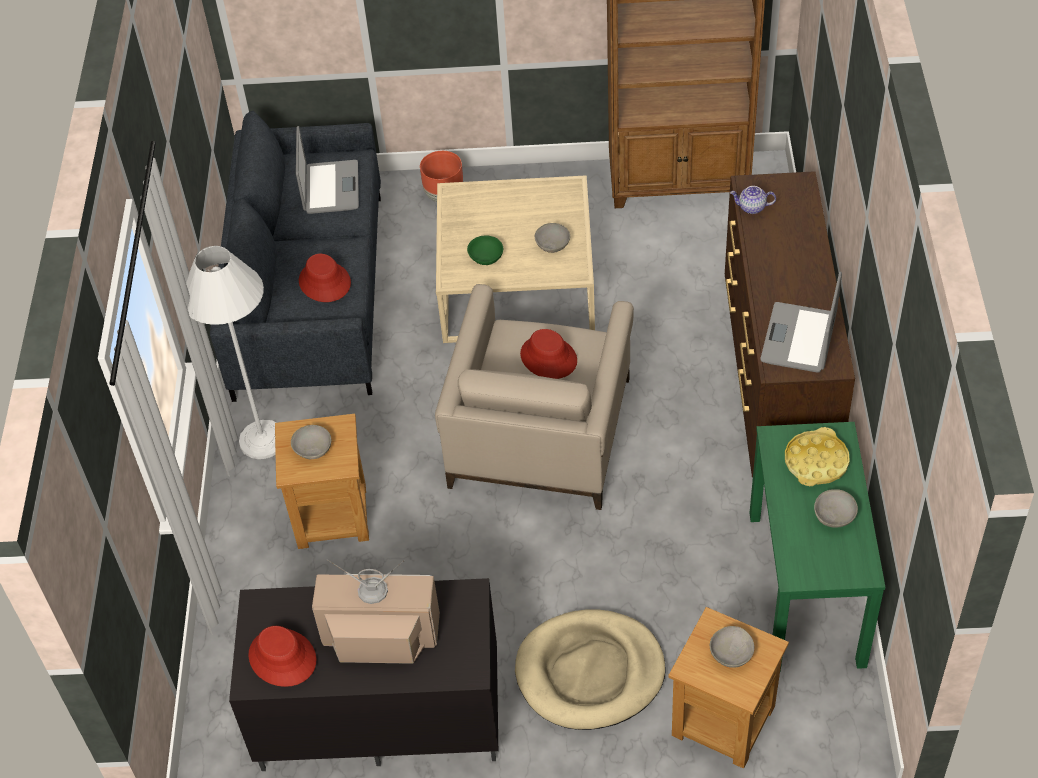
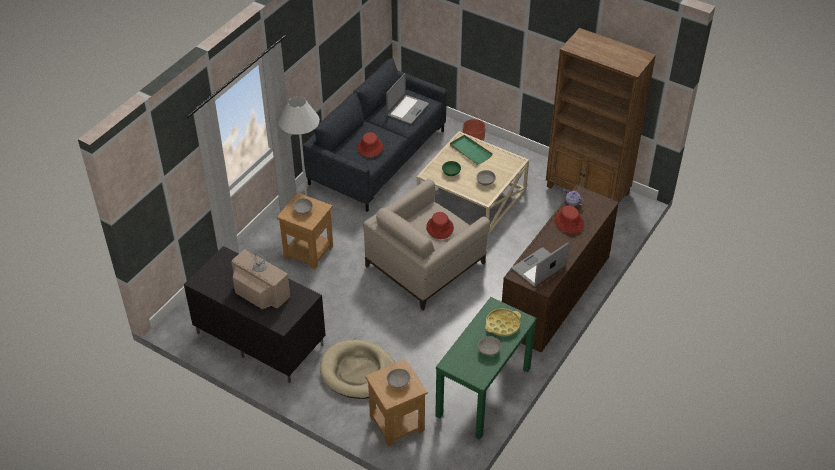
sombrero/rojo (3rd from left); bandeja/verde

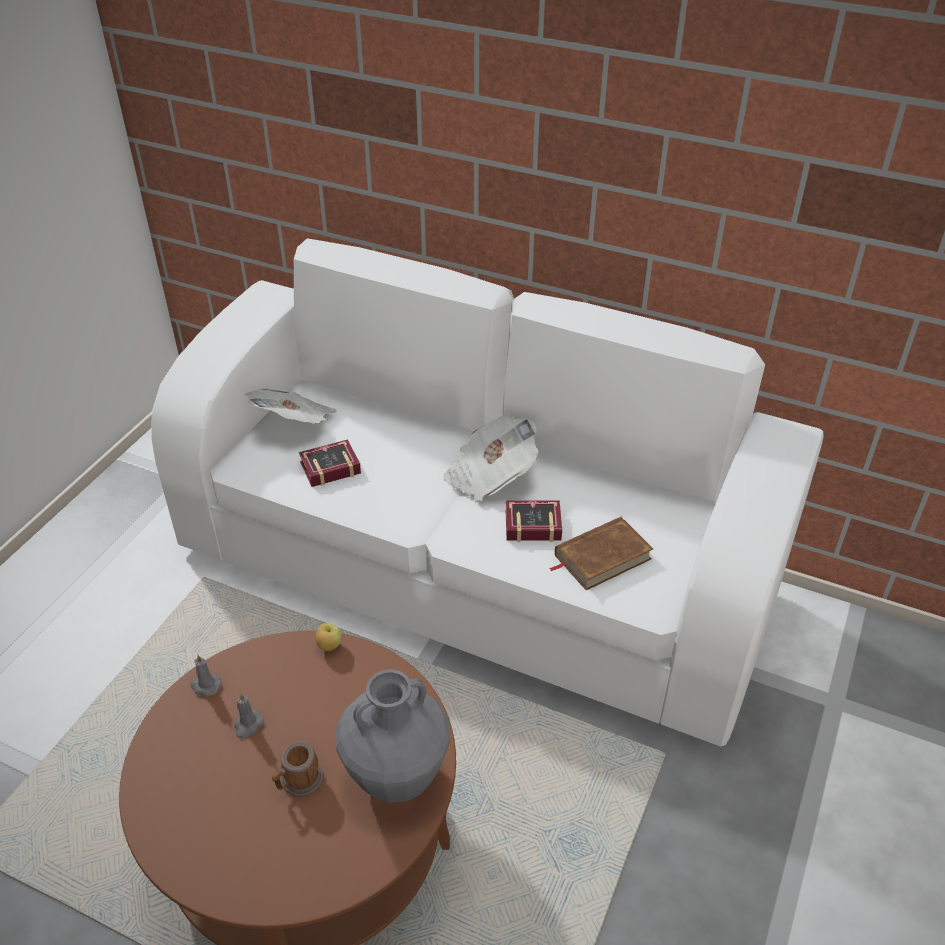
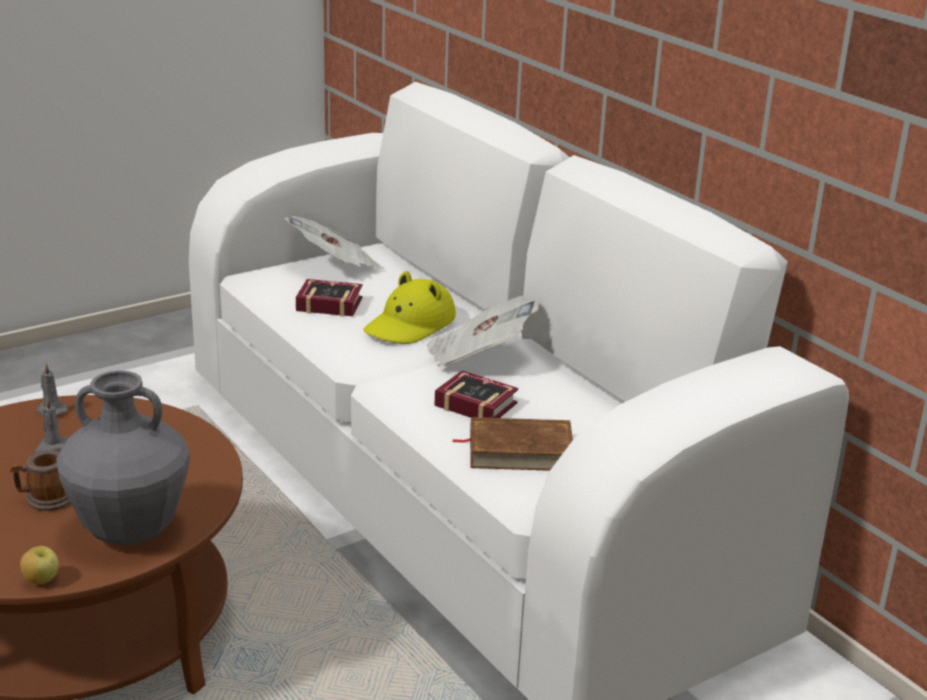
manzana; sombrero/amarillo

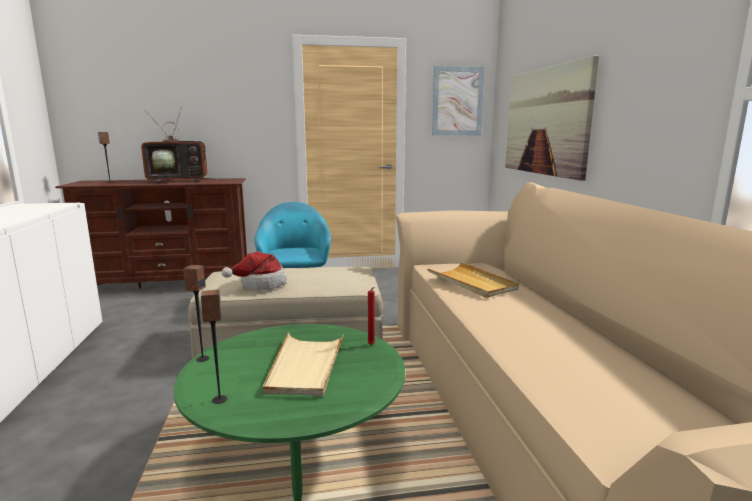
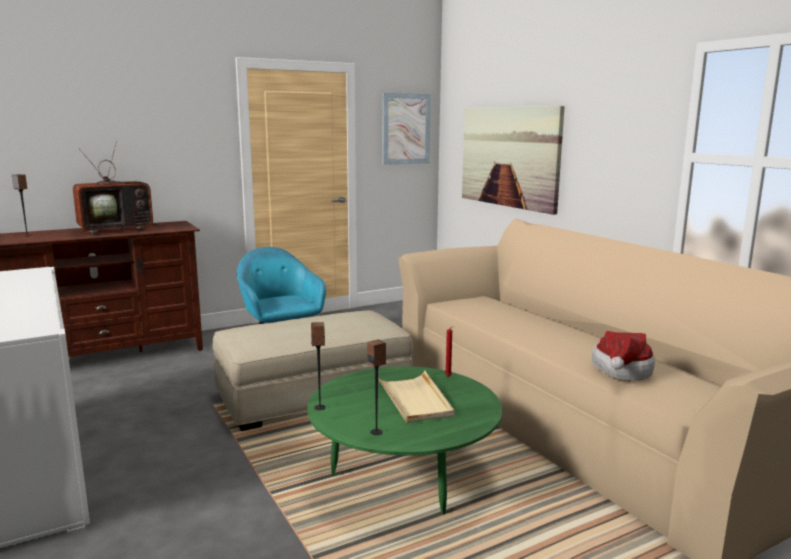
sombrero; bandeja/beis (2nd from left in the first image)

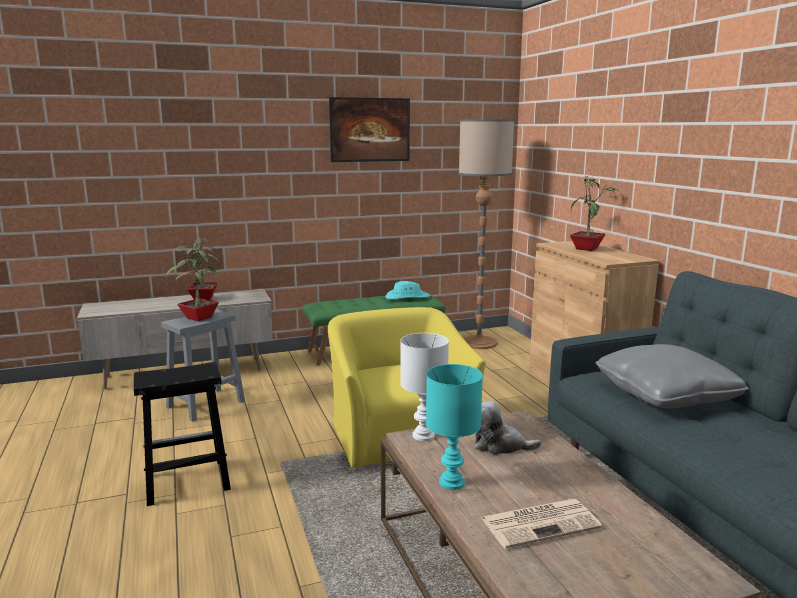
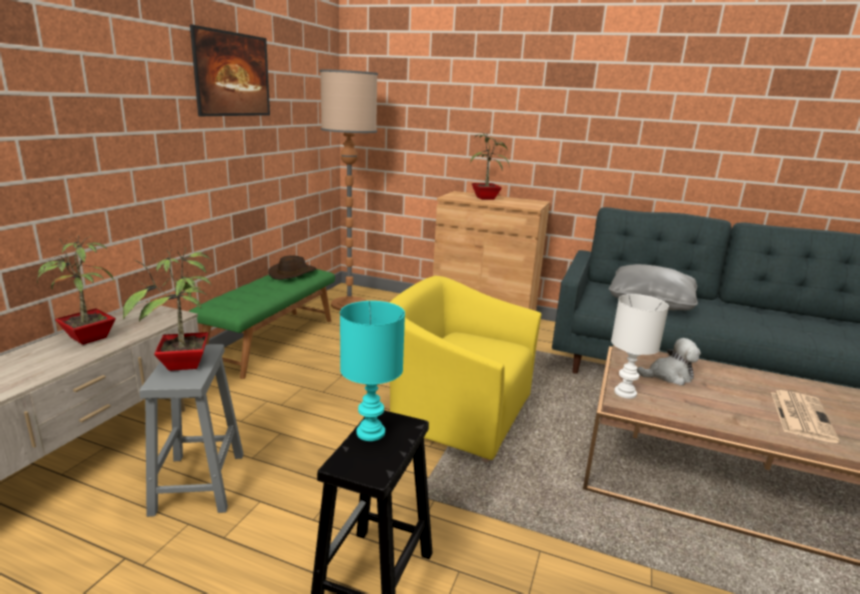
sombrero/marrón; lámpara de mesa/turquesa; peluche

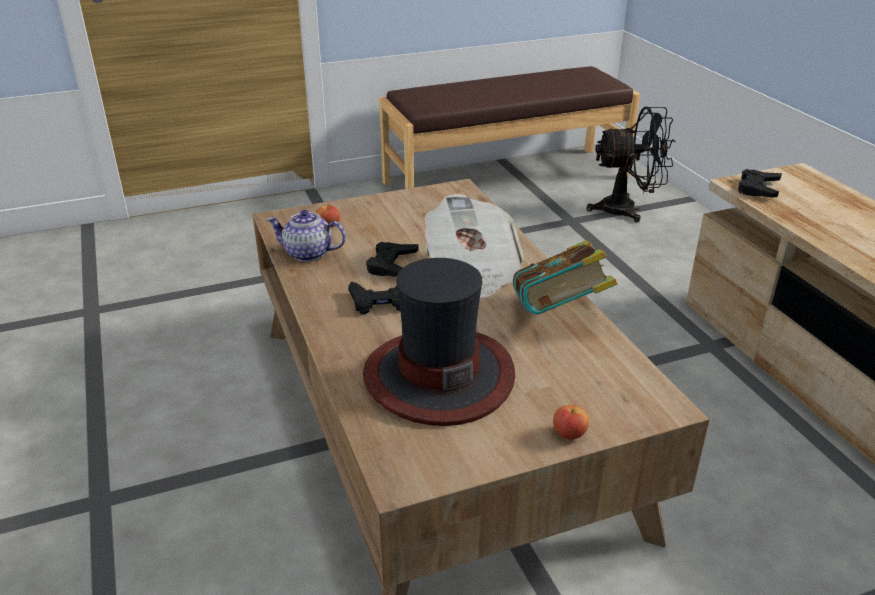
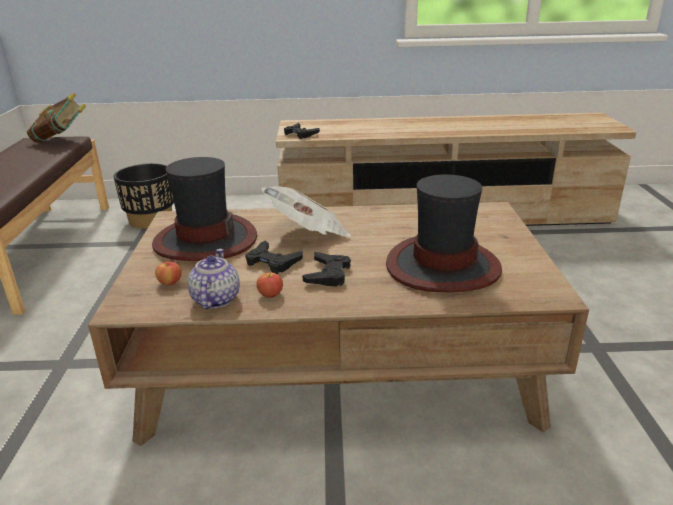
maceta/negro; tetera; libro; manzana (2nd from left); sombrero (1st from left)

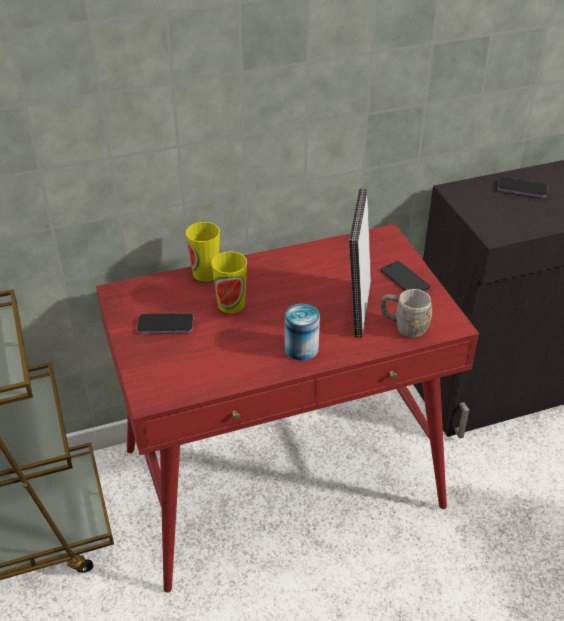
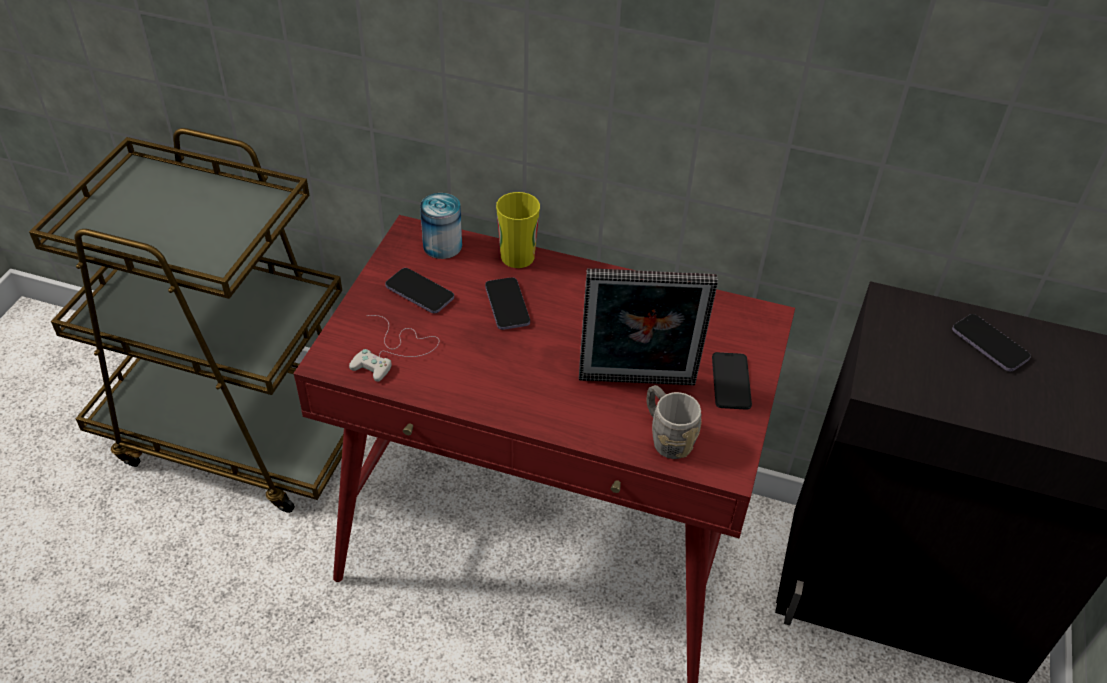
portarretratos; móvil (2nd from left); lata; mando de consola/blanco

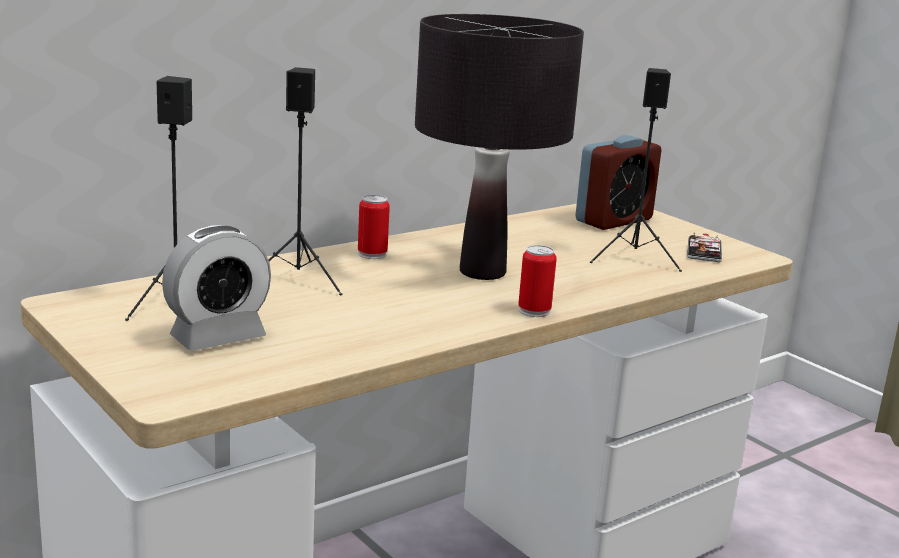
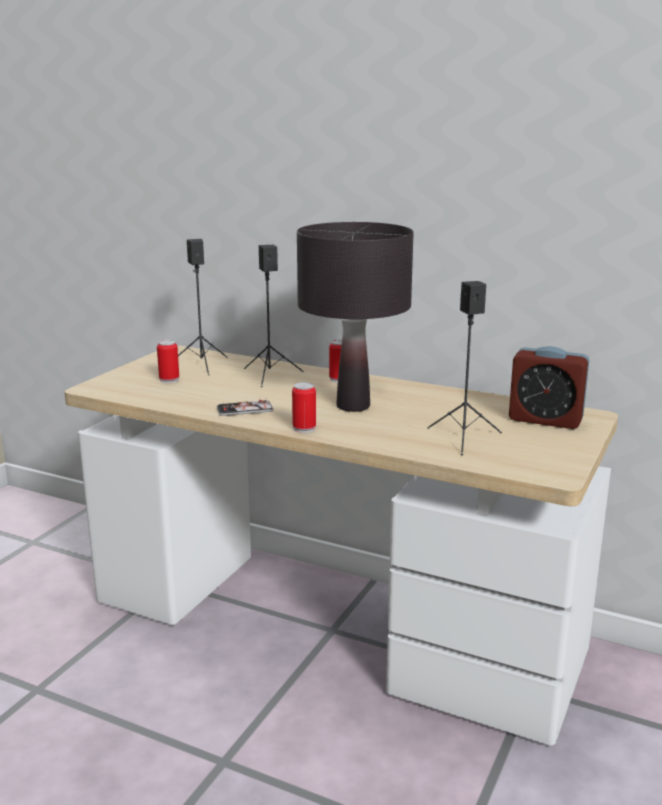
lata (1st from left); móvil

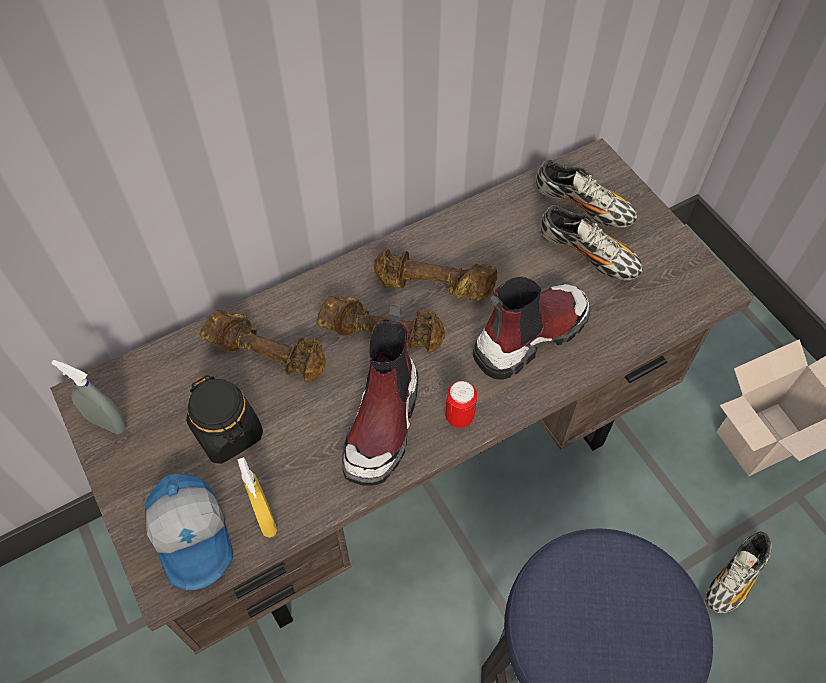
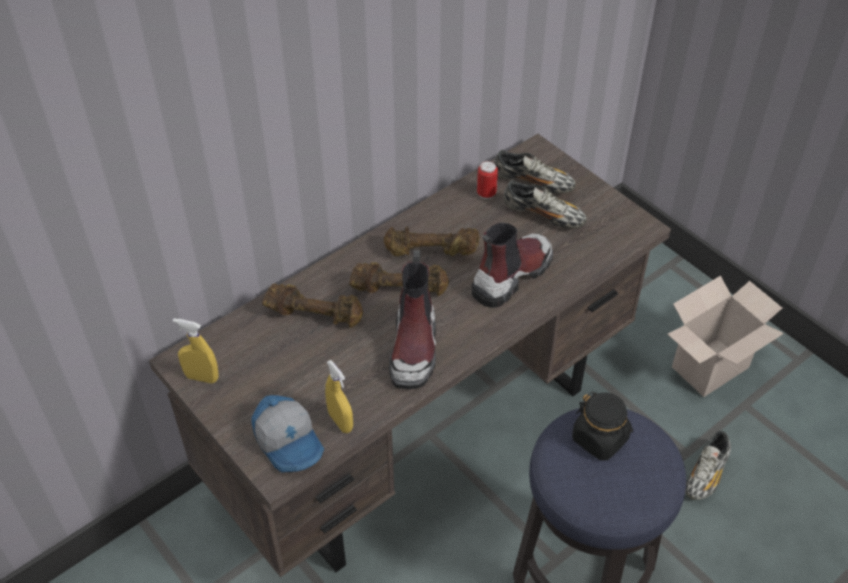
pulverizador/amarillo (1st from left); tarro/negro; lata

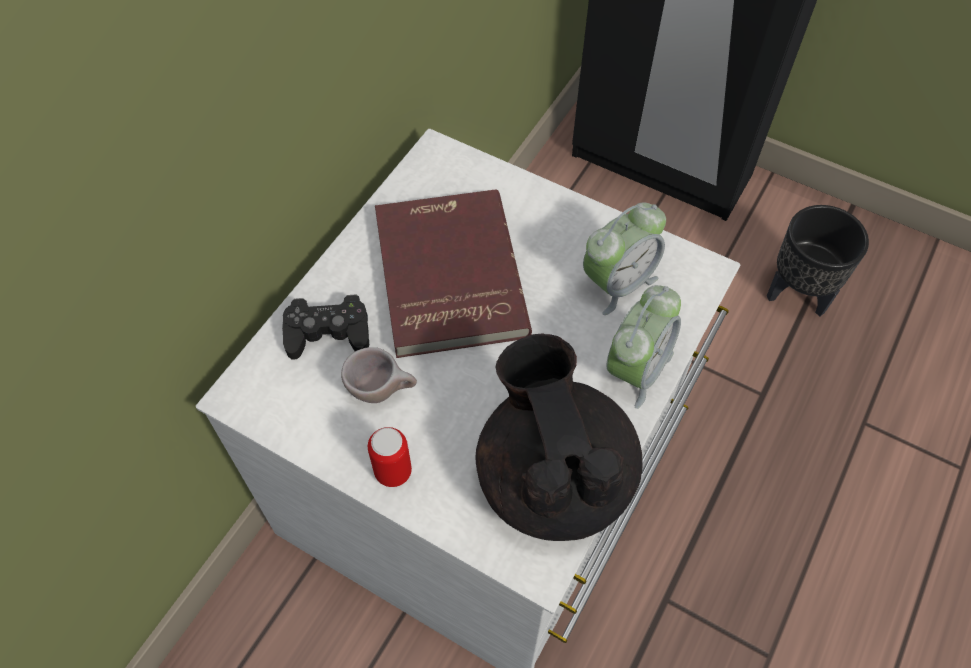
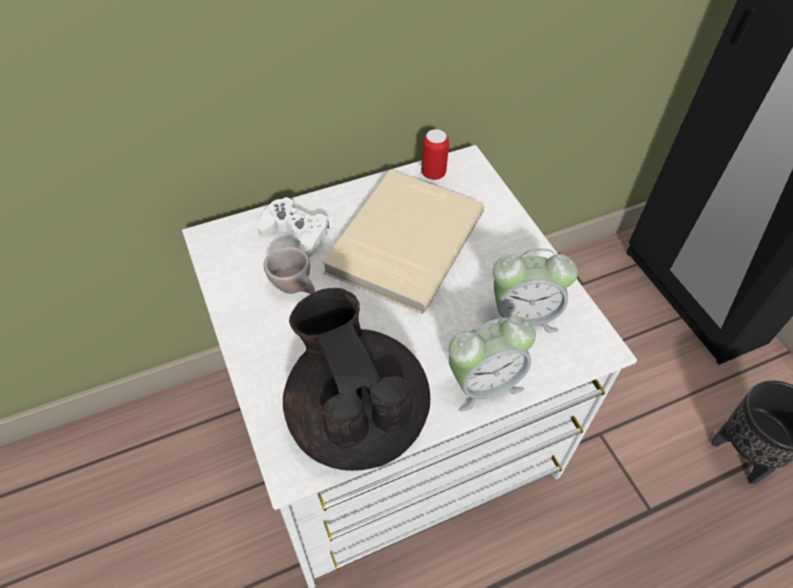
libro/beis; mando de consola/blanco; tetera/negro; lata

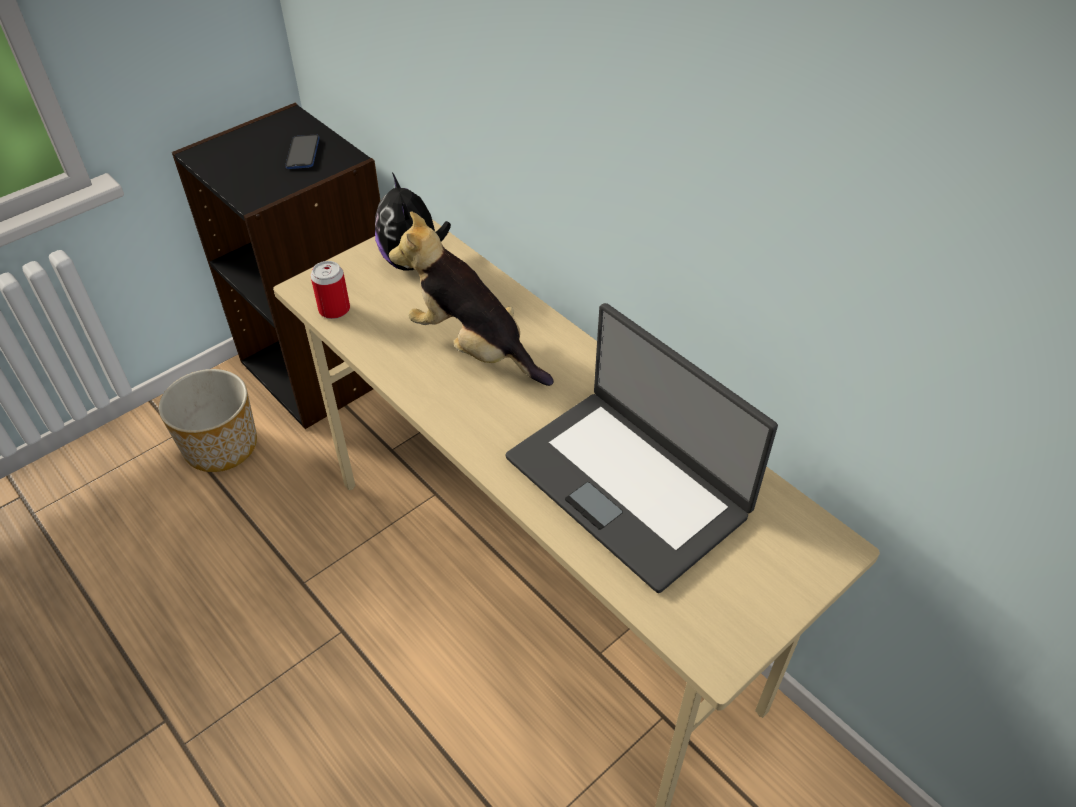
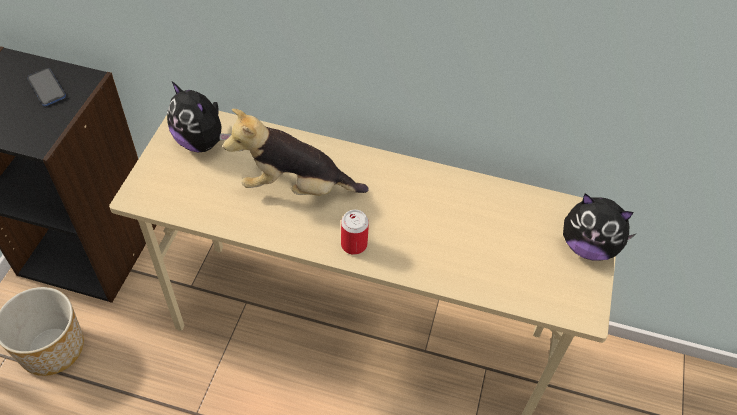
lata; portátil; peluche (3rd from left)

